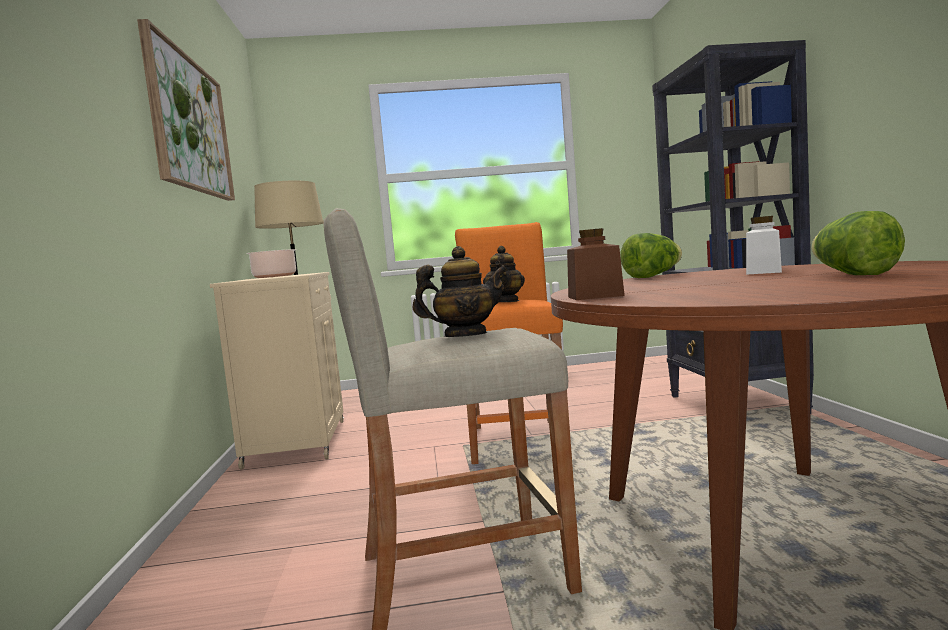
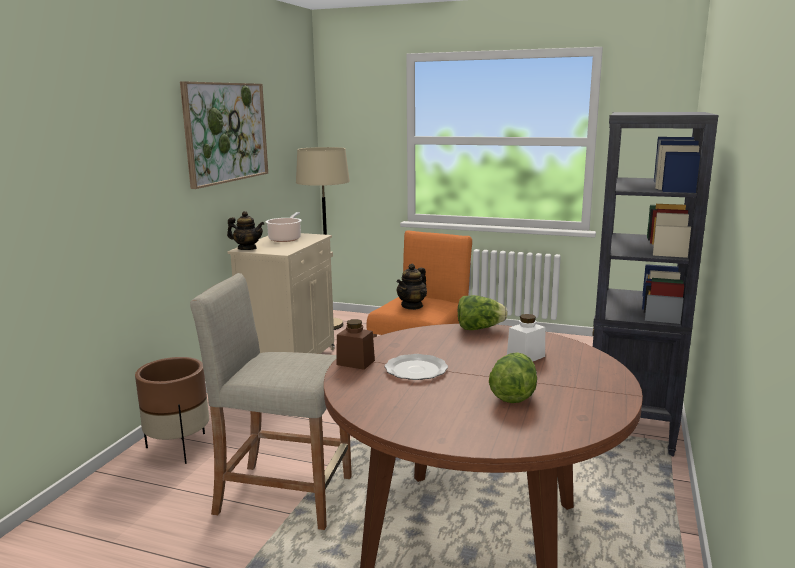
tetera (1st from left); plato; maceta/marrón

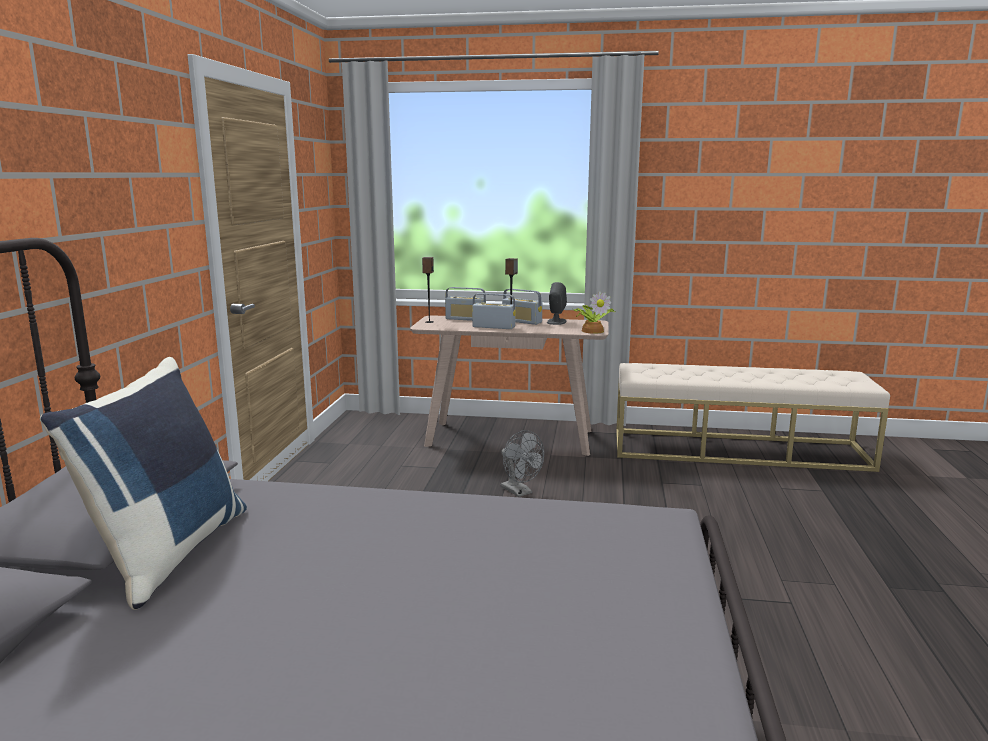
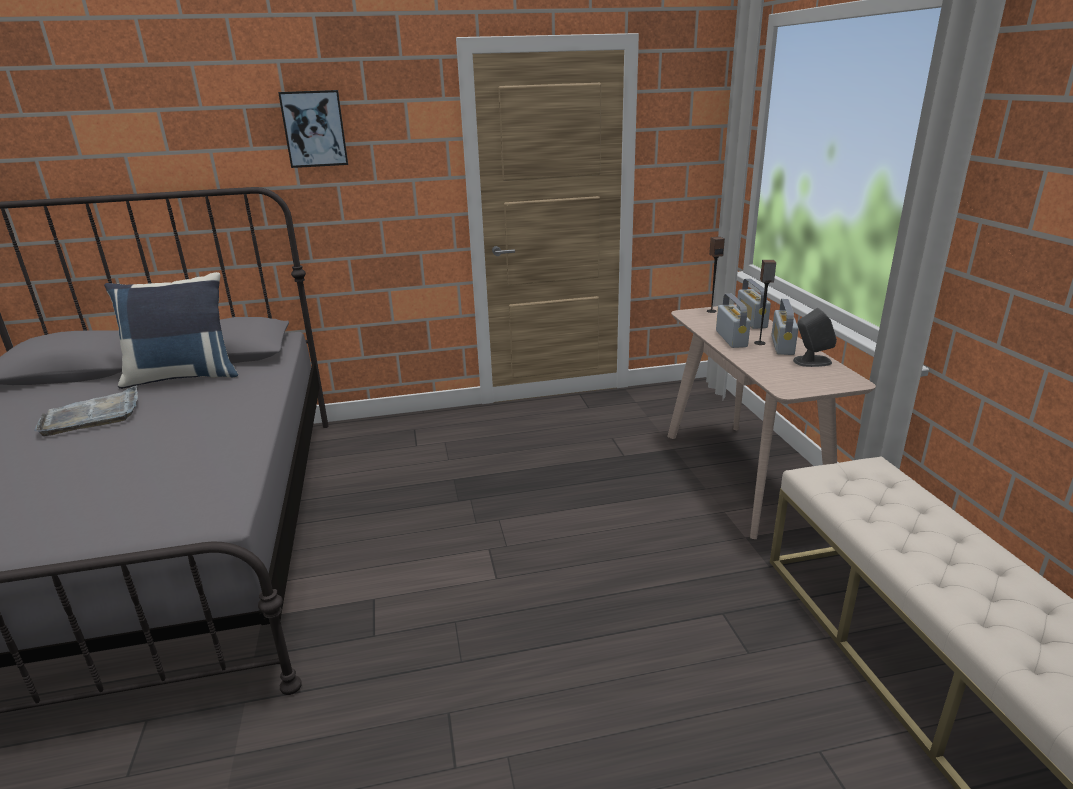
planta en maceta; ventilador/gris; cuadro; bandeja/gris

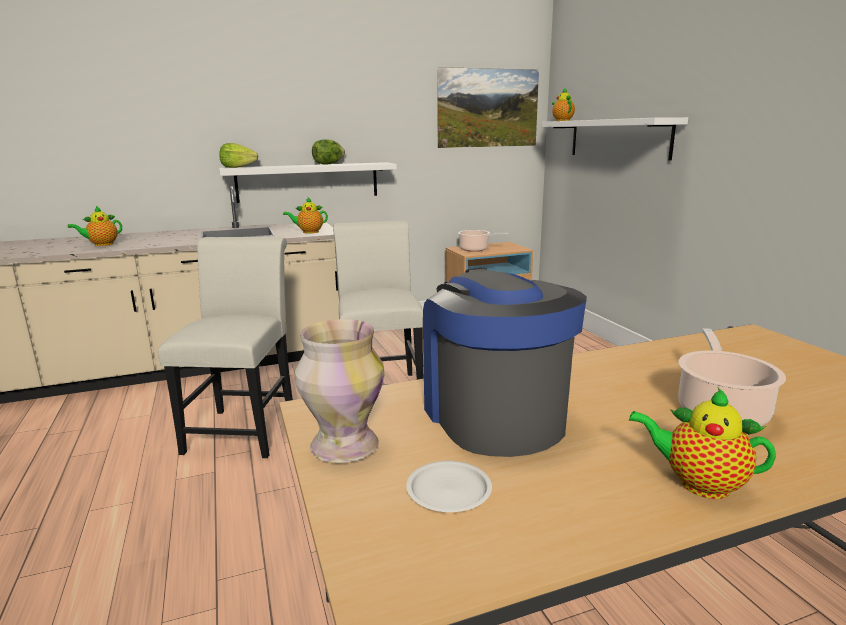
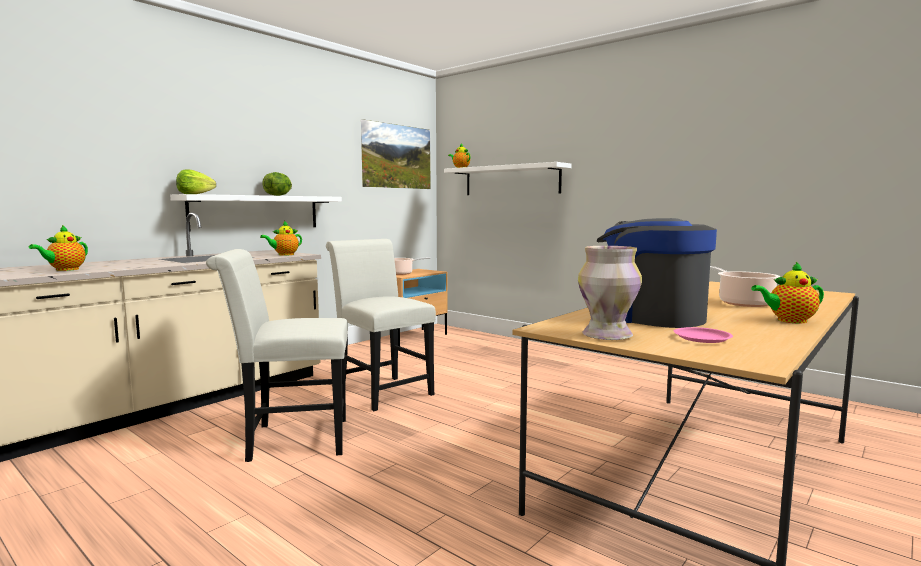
silla/blanco (1st from left); plato/rosa

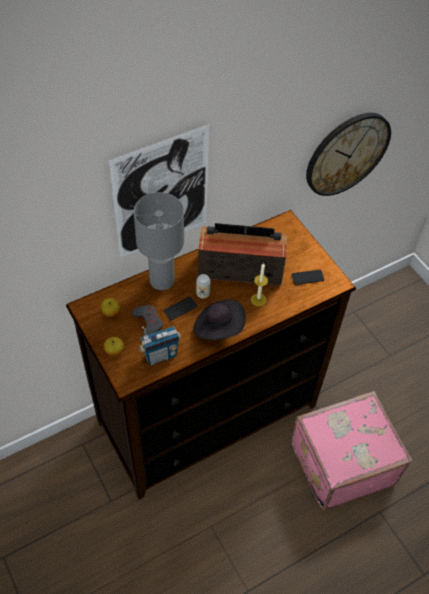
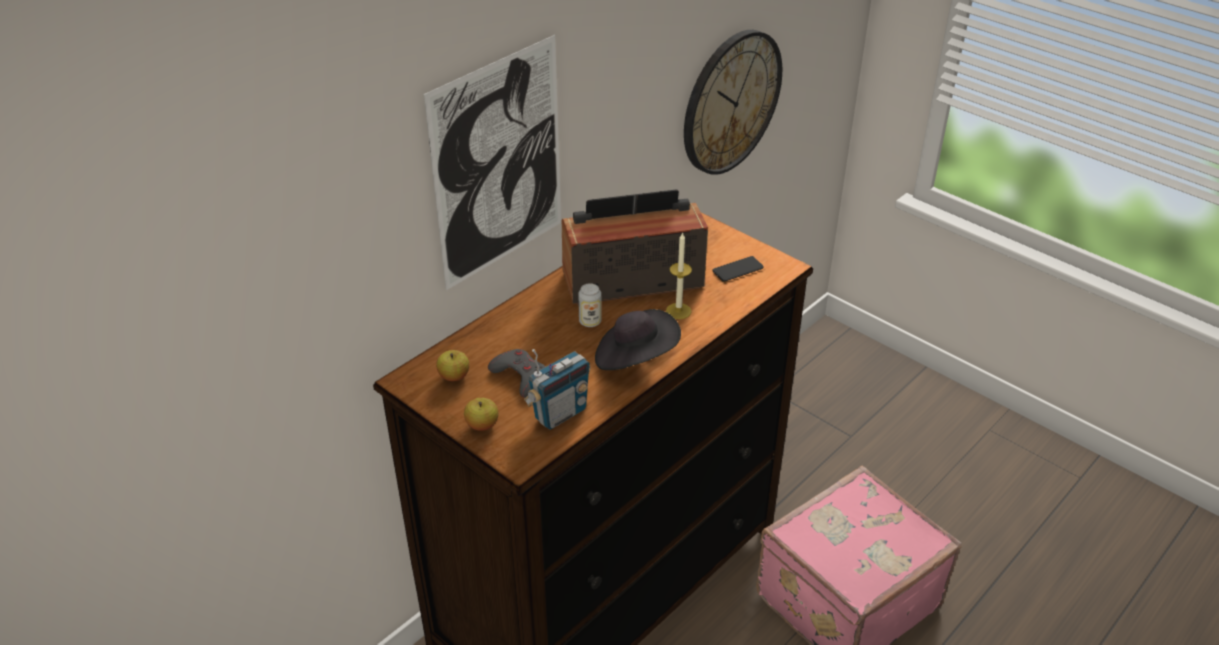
lámpara de mesa/gris; móvil (1st from left in the first image)

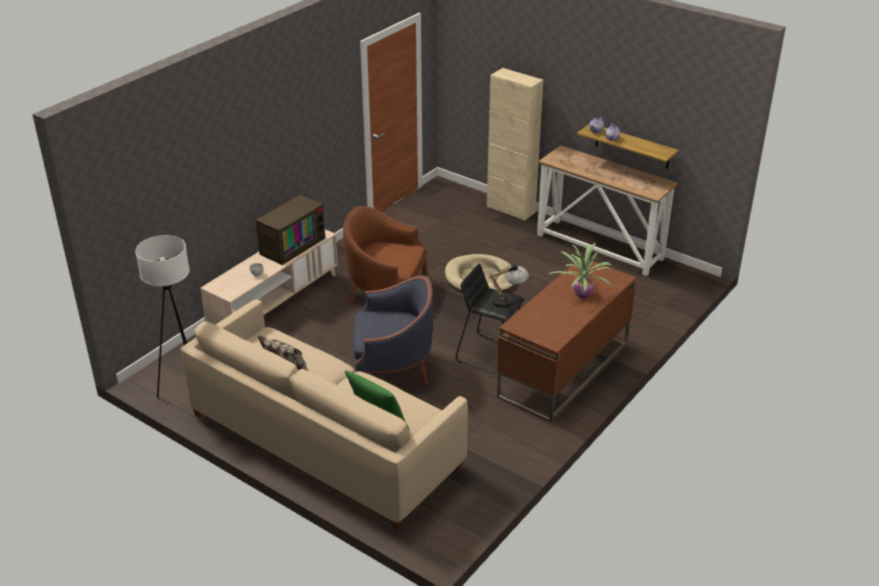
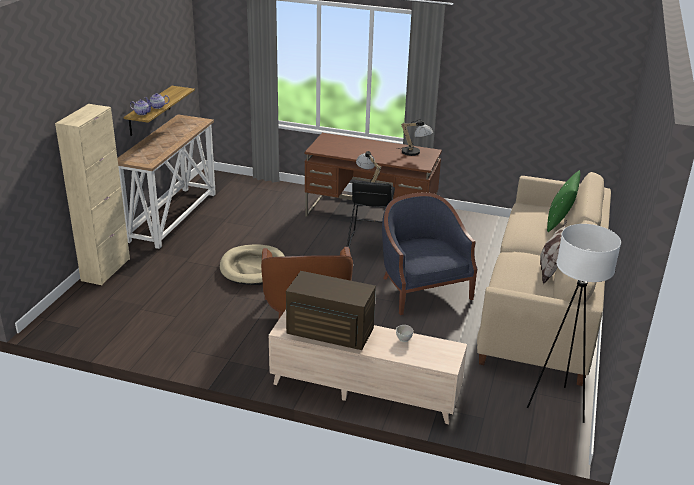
planta en maceta; lámpara de mesa (2nd from left)

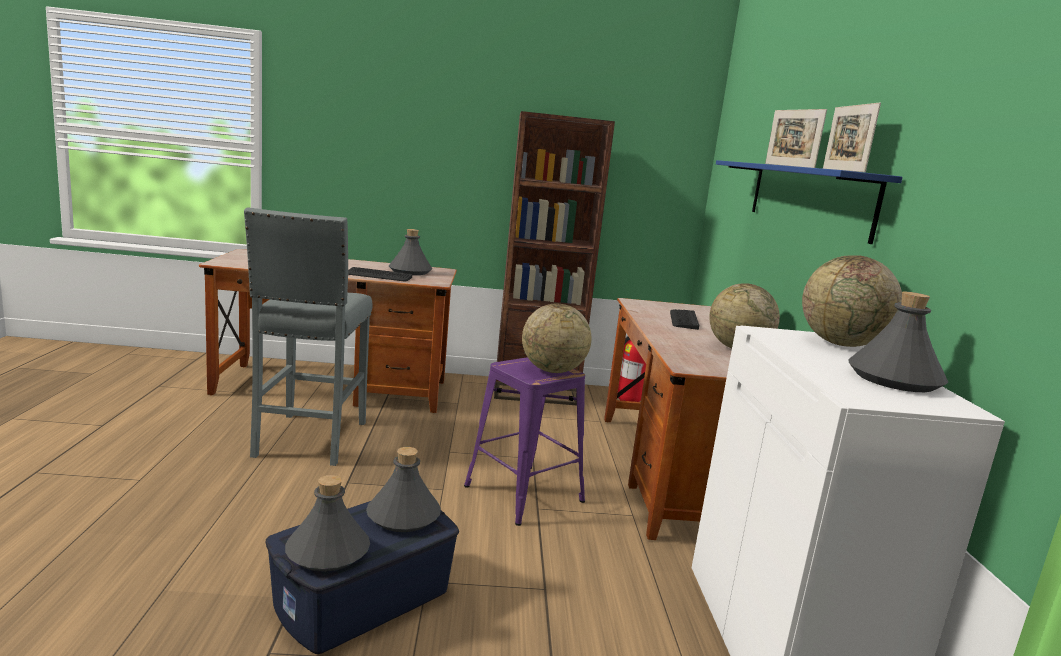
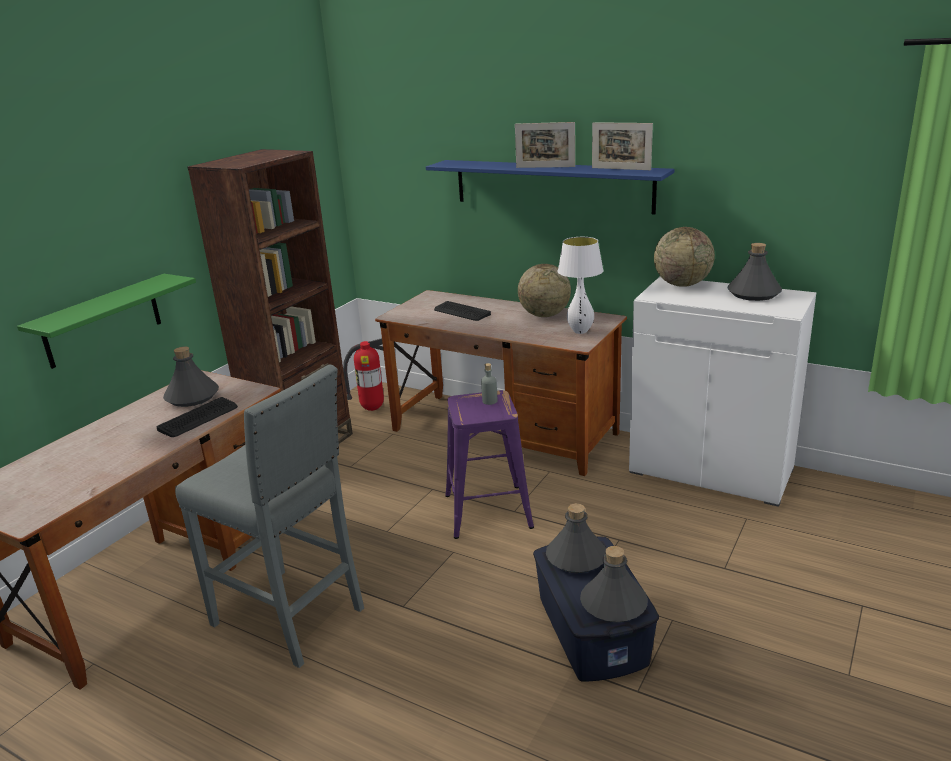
botella/gris (2nd from left); lámpara de mesa/blanco; estante/verde

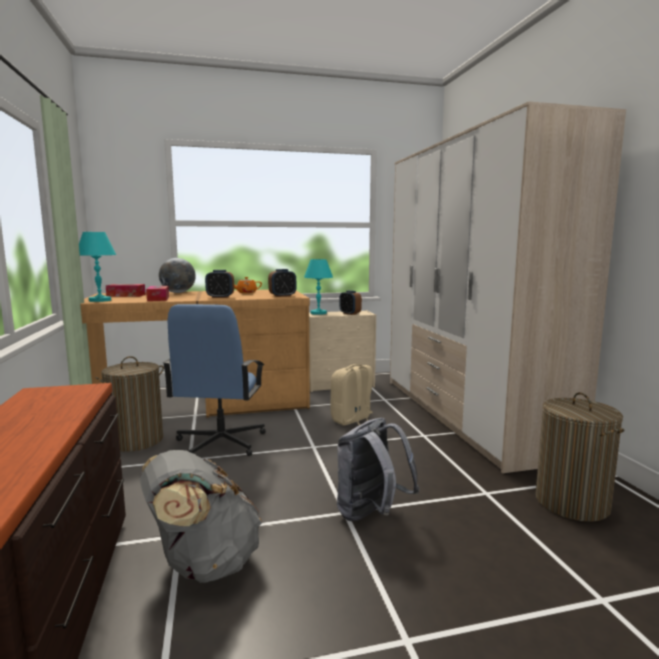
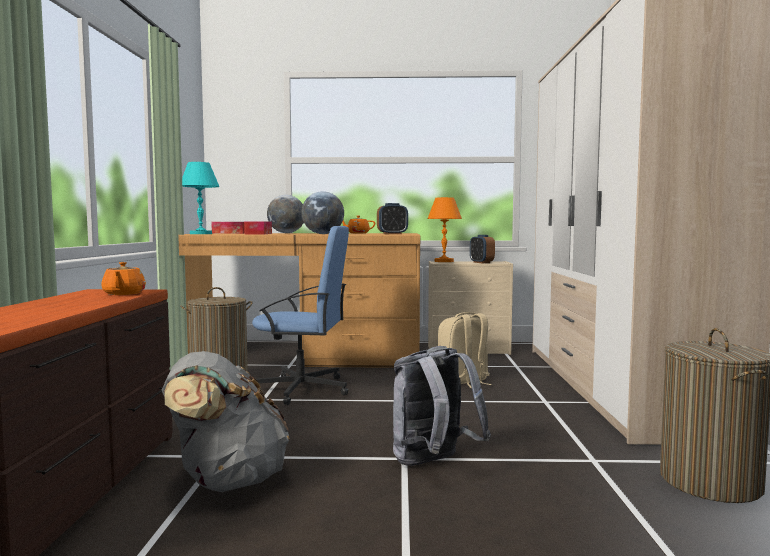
lámpara de mesa/naranja; globo terráqueo (2nd from left); silla de oficina/azul; tetera/naranja (1st from left)

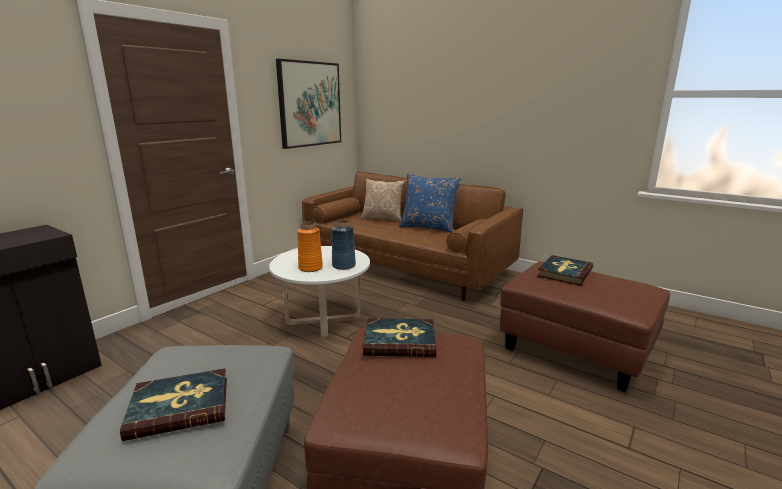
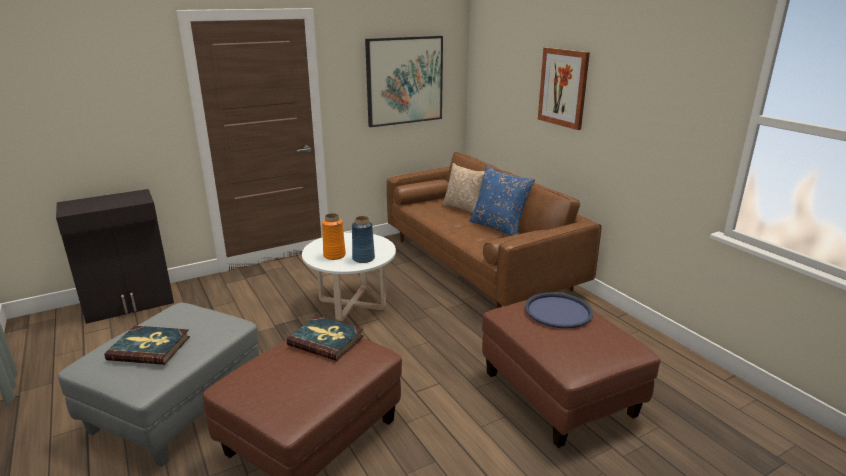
bandeja/azul; cuadro (2nd from left)

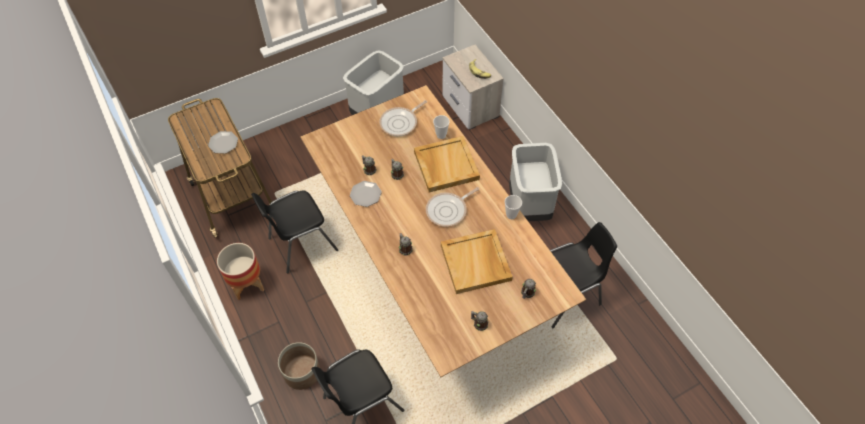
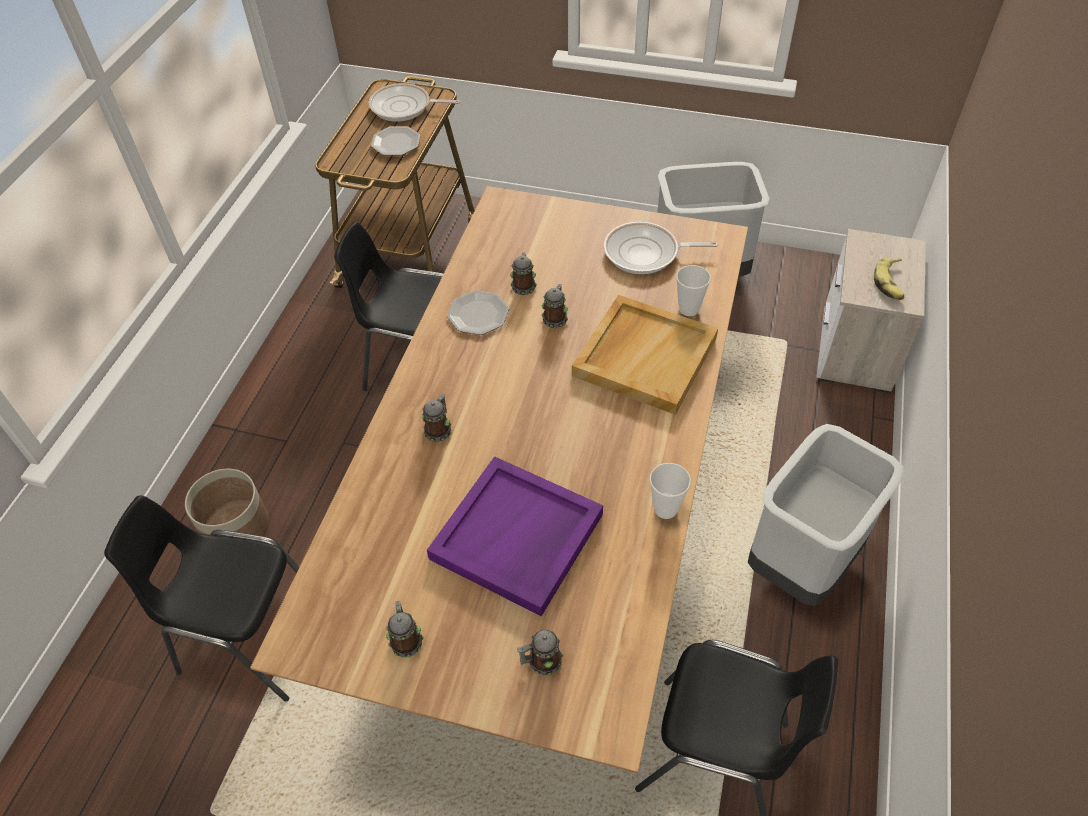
sartén (1st from left); bandeja/morado; maceta (1st from left in the first image)

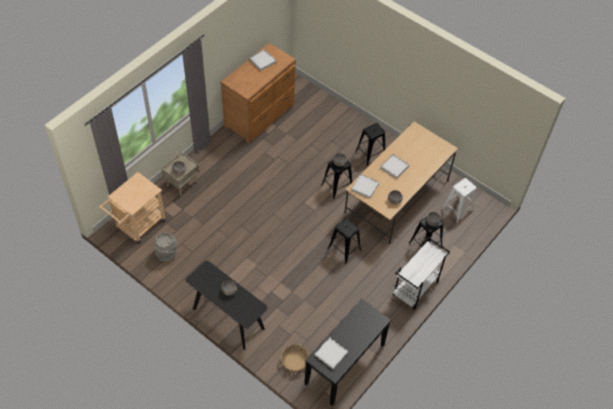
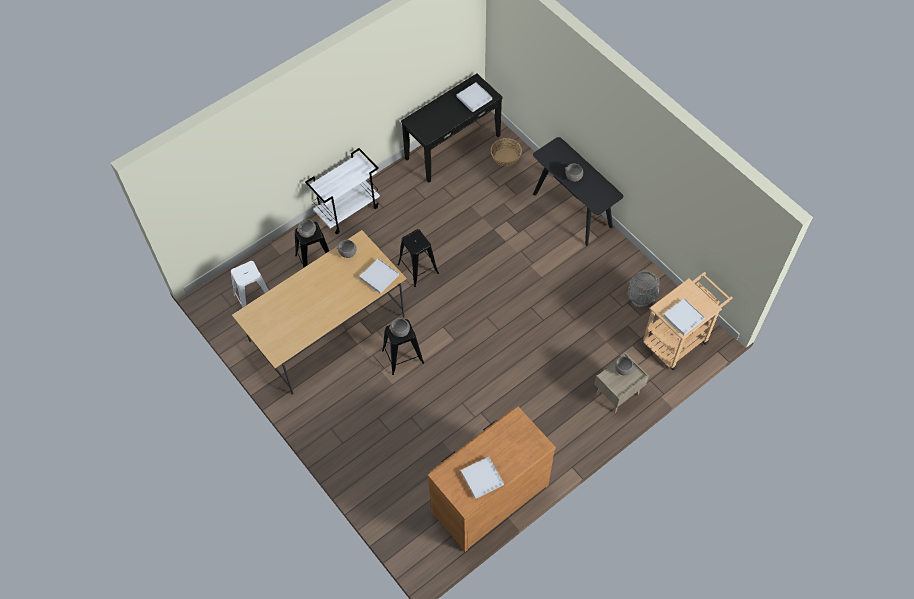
taburete/negro (3rd from left in the first image); bandeja/blanco (4th from left)

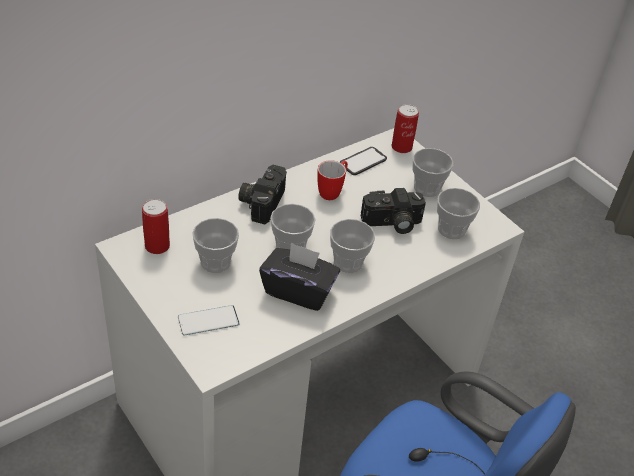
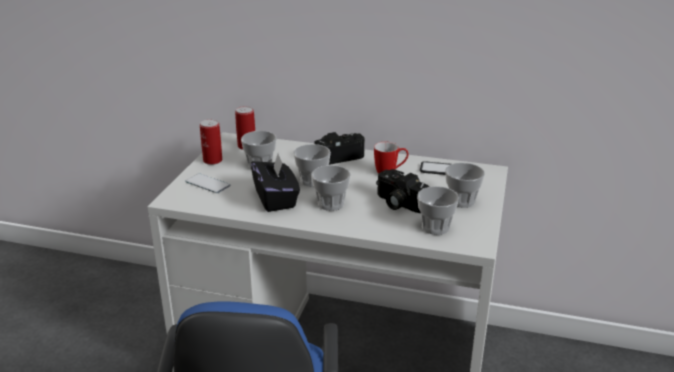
lata (1st from left)

